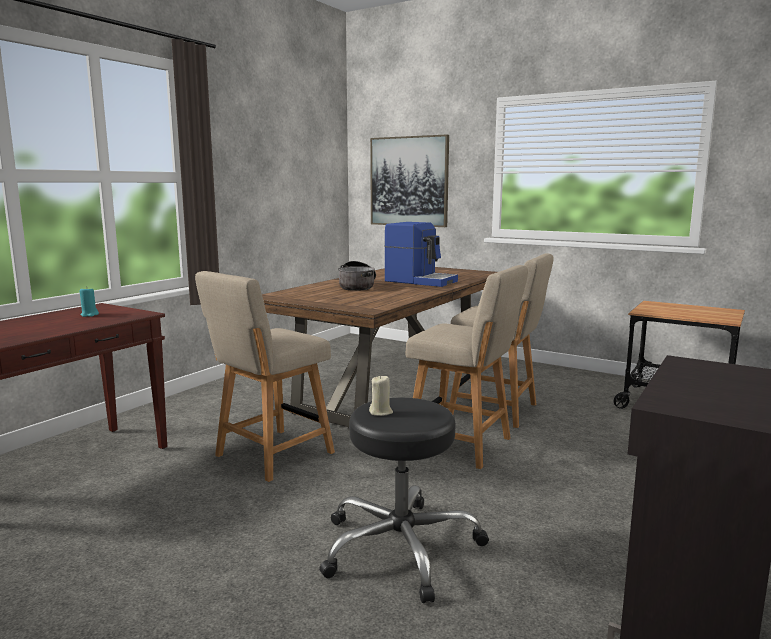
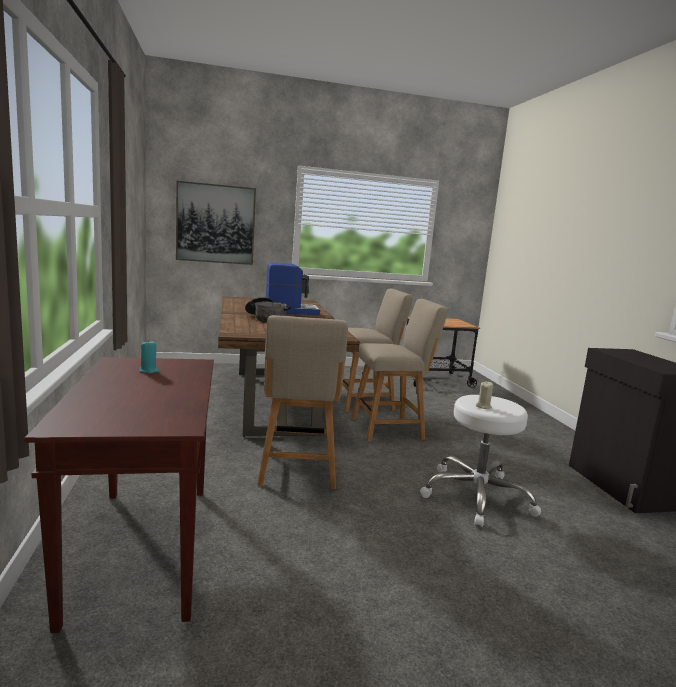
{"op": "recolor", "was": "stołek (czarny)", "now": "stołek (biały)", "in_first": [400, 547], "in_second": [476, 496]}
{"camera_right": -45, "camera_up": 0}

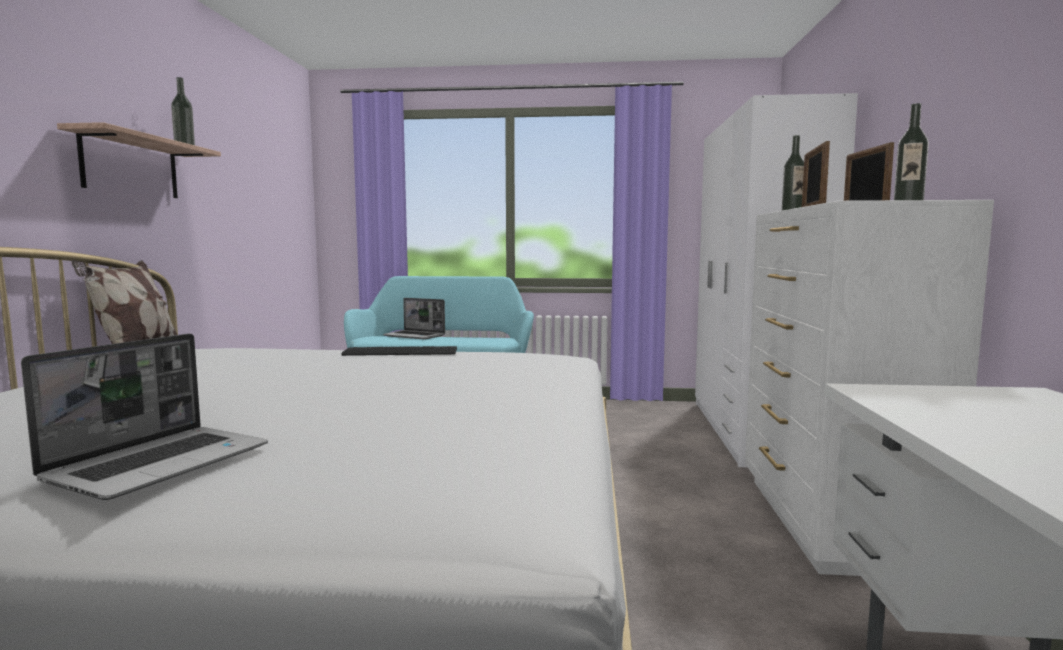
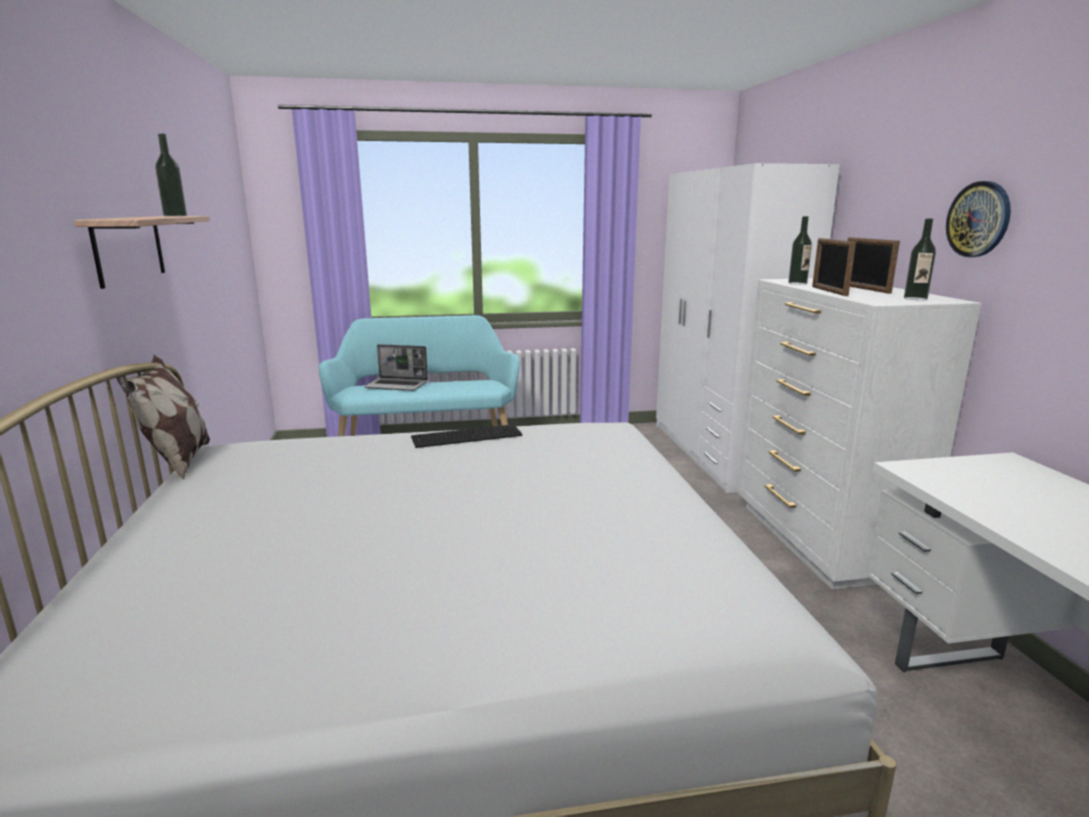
{"op": "delete", "was": "laptop", "in_first": [161, 463]}
{"op": "insert", "now": "zegar ścienny", "in_second": [978, 219]}
{"camera_right": -15, "camera_up": 10}

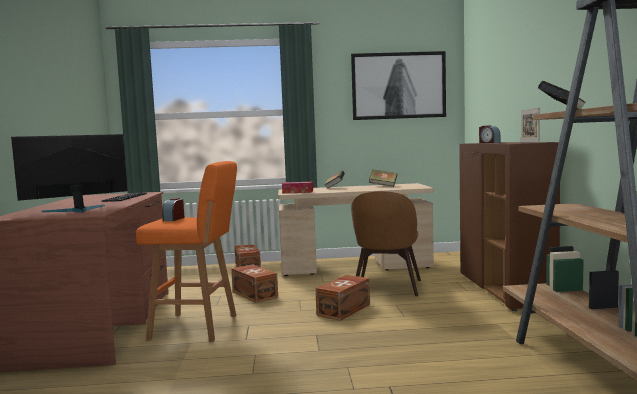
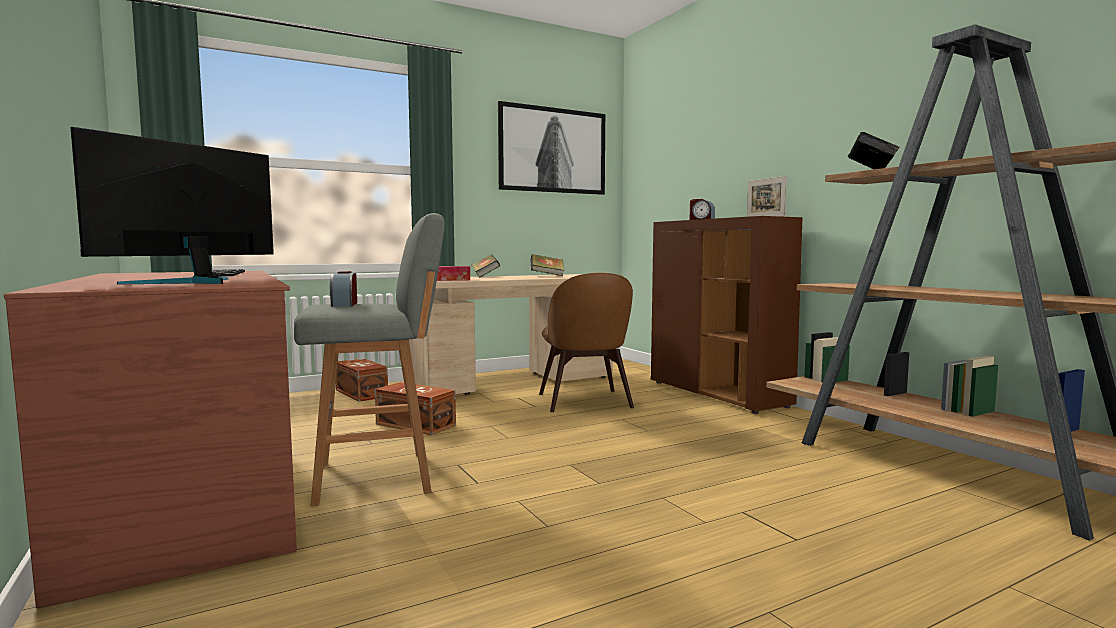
{"op": "recolor", "was": "stołek (pomarańczowy)", "now": "stołek (szary)", "in_first": [197, 327], "in_second": [379, 477]}
{"op": "delete", "was": "pojemnik do przechowywania (brązowy)", "in_first": [345, 309]}
{"camera_right": -25, "camera_up": 0}

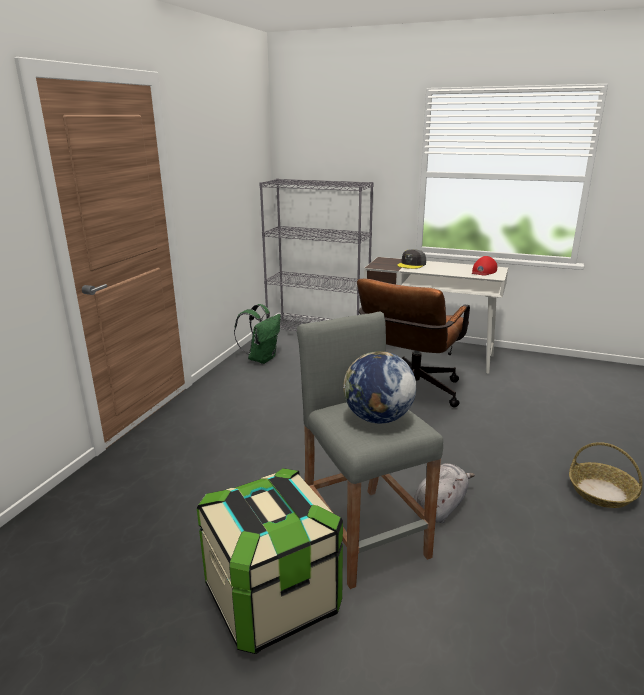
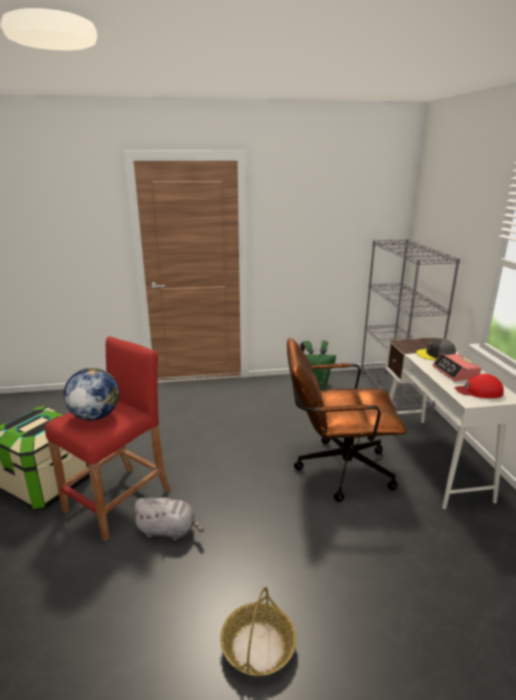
{"op": "recolor", "was": "stołek (szary)", "now": "stołek (czerwony)", "in_first": [363, 534], "in_second": [118, 501]}
{"op": "insert", "now": "budzik", "in_second": [455, 372]}
{"camera_right": 60, "camera_up": 0}

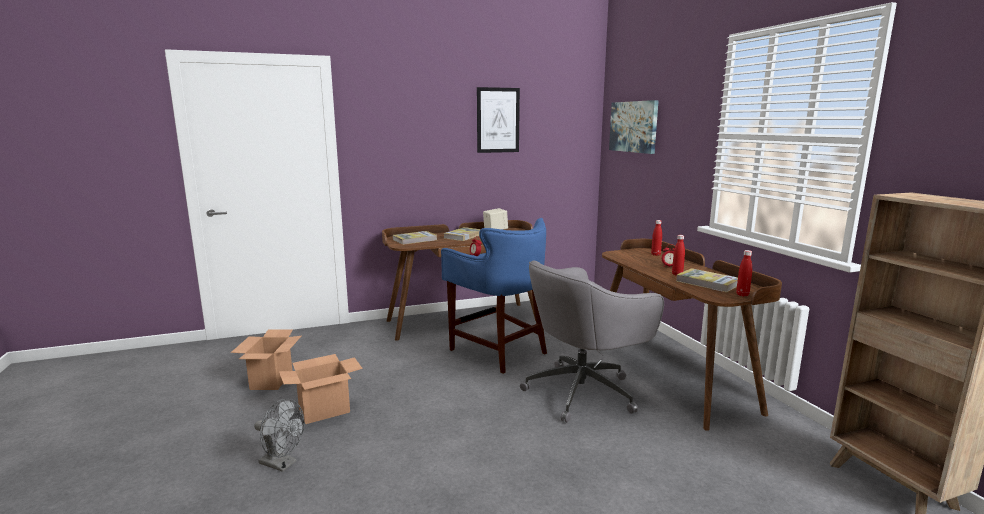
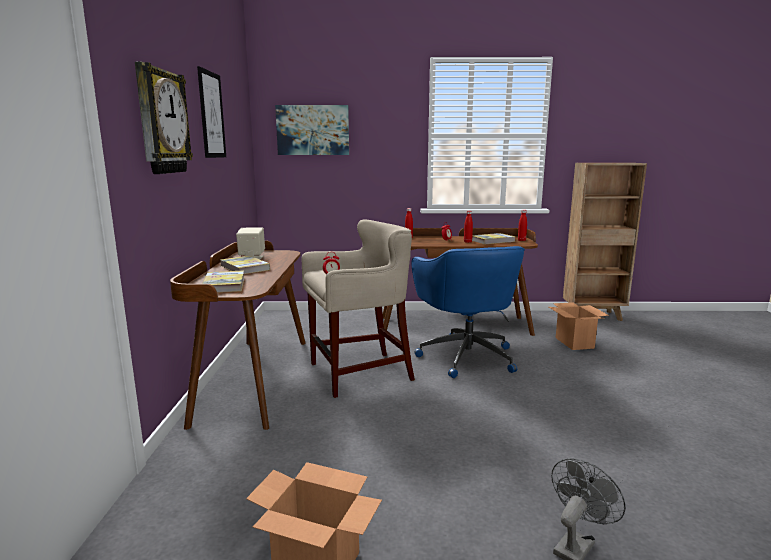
{"op": "recolor", "was": "stołek (niebieski)", "now": "stołek (beżowy)", "in_first": [498, 350], "in_second": [359, 373]}
{"op": "recolor", "was": "krzesło biurowe (szary)", "now": "krzesło biurowe (niebieski)", "in_first": [583, 391], "in_second": [466, 356]}
{"op": "move", "was": "karton", "in_first": [325, 410], "in_second": [574, 343]}
{"op": "insert", "now": "zegar ścienny", "in_second": [161, 122]}
{"camera_right": -70, "camera_up": 0}

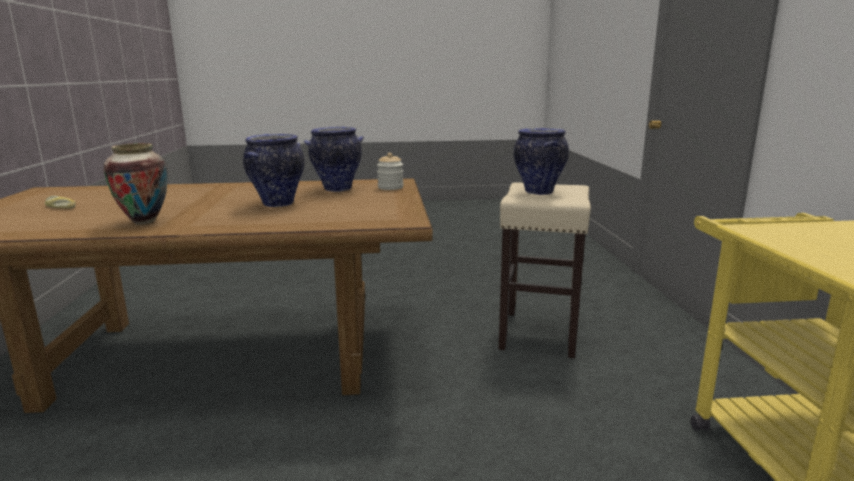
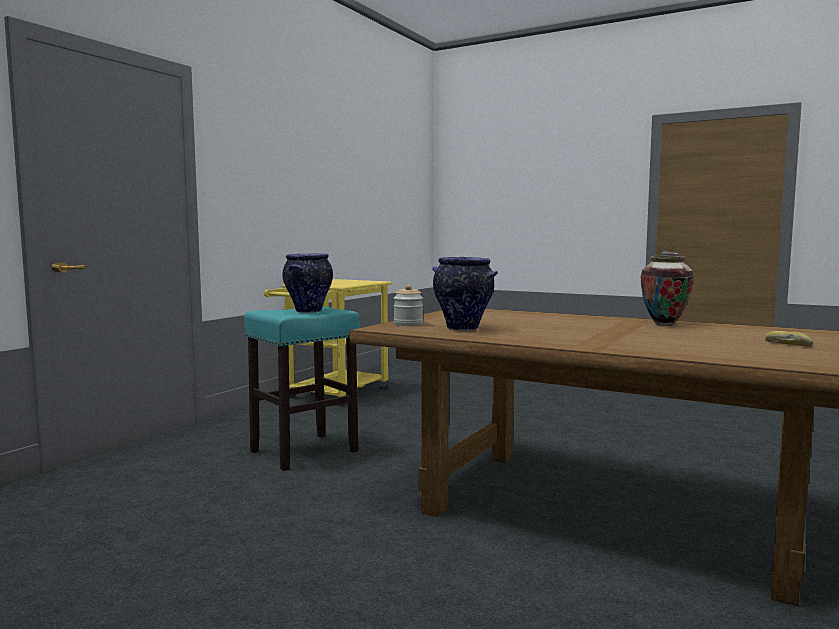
{"op": "delete", "was": "wazon", "in_first": [277, 204]}
{"op": "recolor", "was": "stołek (beżowy)", "now": "stołek (turkusowy)", "in_first": [539, 334], "in_second": [305, 451]}
{"camera_right": -145, "camera_up": -10}

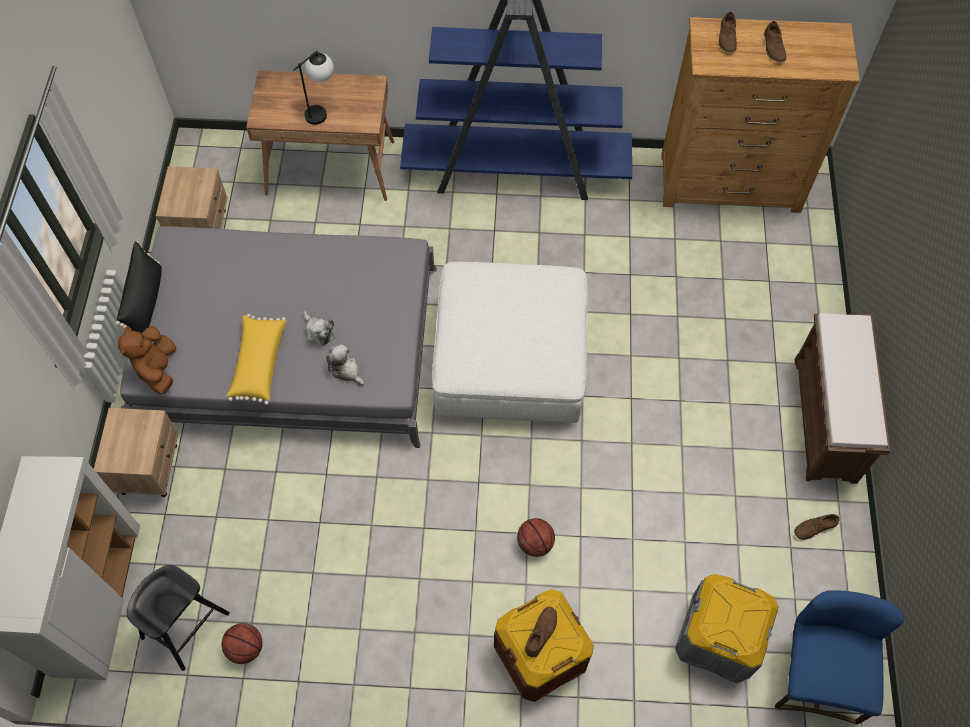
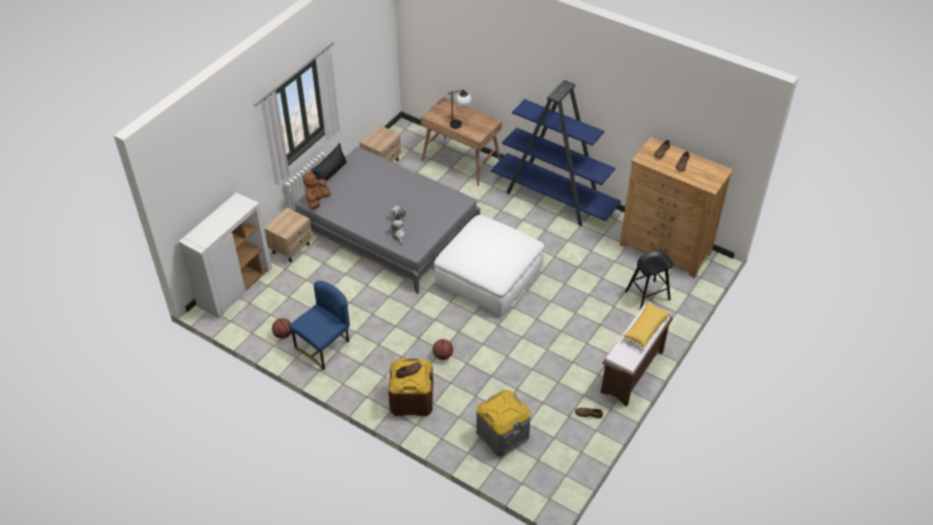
{"op": "move", "was": "poduszka (żółty)", "in_first": [258, 363], "in_second": [645, 329]}
{"op": "move", "was": "stołek (czarny)", "in_first": [185, 626], "in_second": [647, 295]}
{"op": "move", "was": "krzesło (niebieski)", "in_first": [818, 674], "in_second": [324, 346]}
{"camera_right": 30, "camera_up": -15}

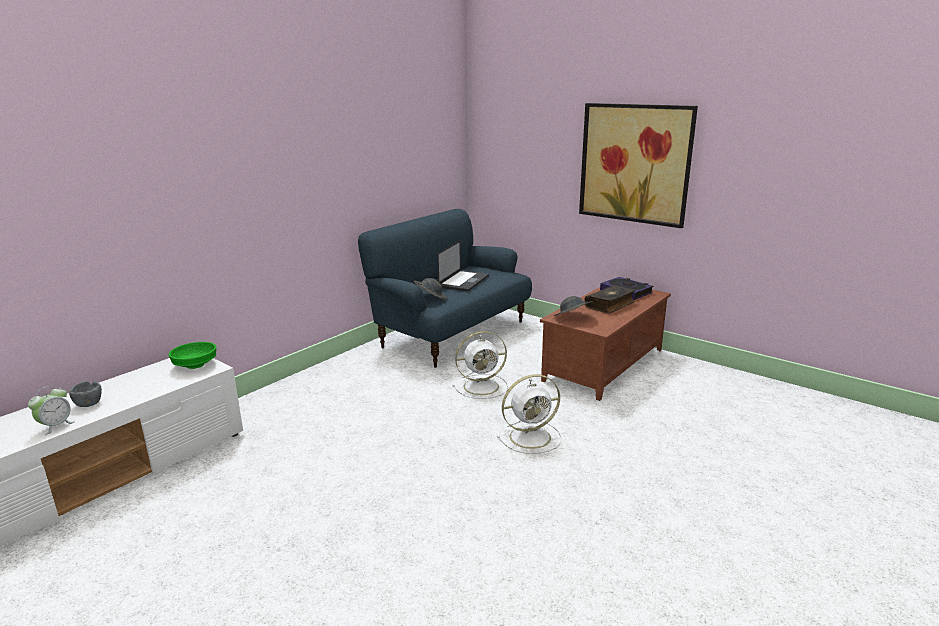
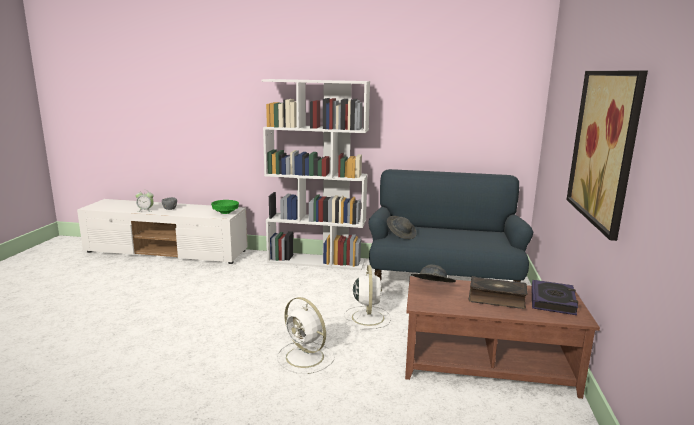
{"op": "delete", "was": "laptop", "in_first": [464, 282]}
{"op": "rotate", "was": "wentylator (biały)", "in_first": [482, 386], "in_second": [367, 317], "clockwise": -135}
{"op": "insert", "now": "regał (biały)", "in_second": [317, 261]}
{"camera_right": 60, "camera_up": -5}

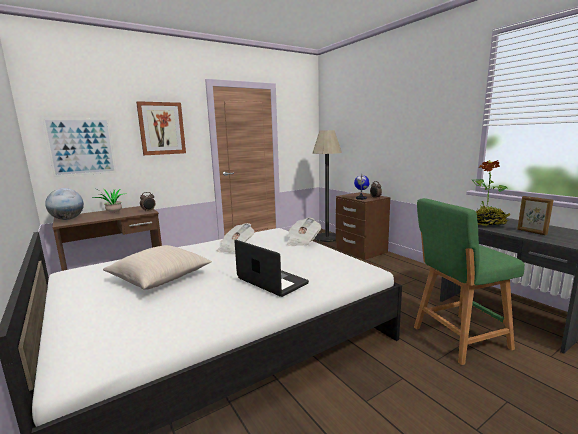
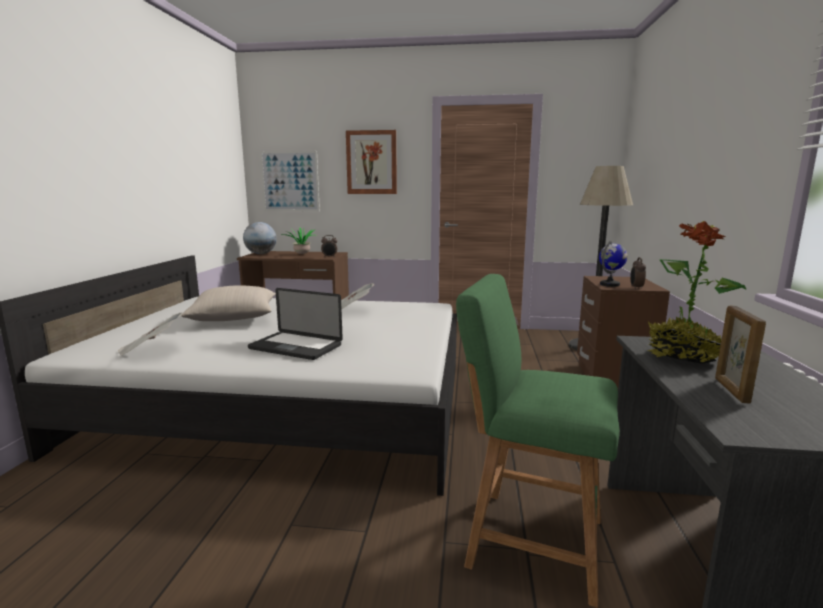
{"op": "move", "was": "gazeta", "in_first": [302, 241], "in_second": [150, 350]}
{"op": "rotate", "was": "laptop", "in_first": [272, 281], "in_second": [295, 347], "clockwise": 120}
{"camera_right": 40, "camera_up": 0}

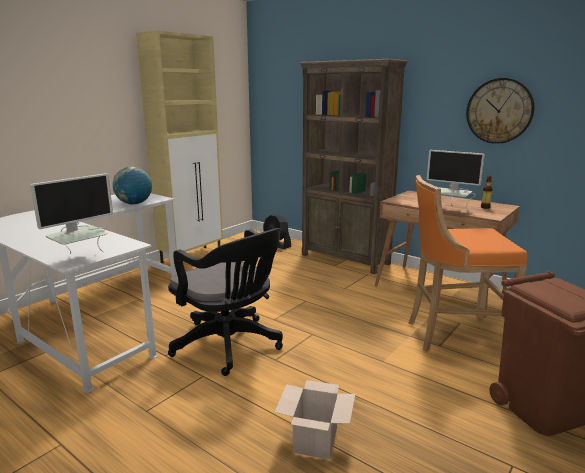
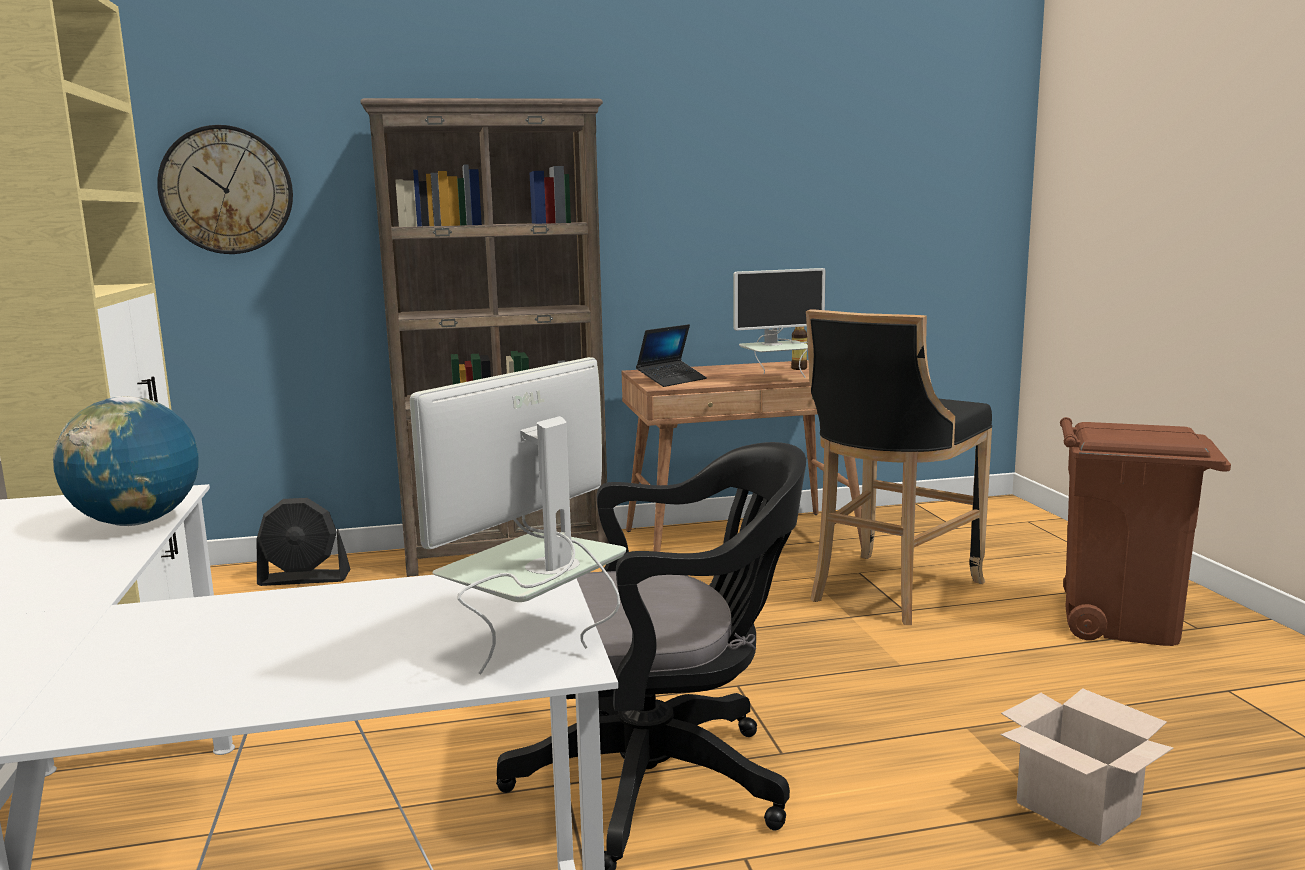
{"op": "move", "was": "zegar ścienny", "in_first": [499, 111], "in_second": [227, 190]}
{"op": "rotate", "was": "monitor", "in_first": [81, 258], "in_second": [537, 645], "clockwise": -135}
{"op": "recolor", "was": "stołek (pomarańczowy)", "now": "stołek (czarny)", "in_first": [452, 336], "in_second": [888, 592]}
{"op": "insert", "now": "laptop", "in_second": [672, 380]}
{"camera_right": -50, "camera_up": -5}

